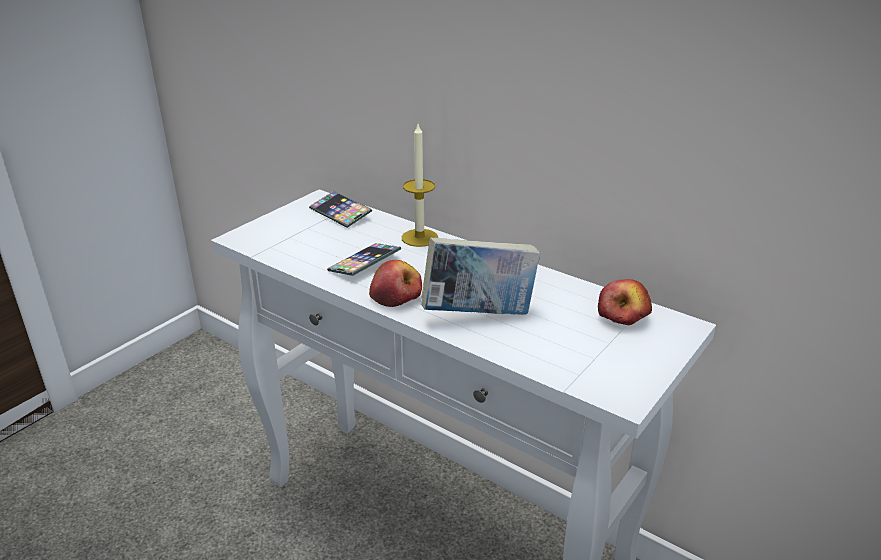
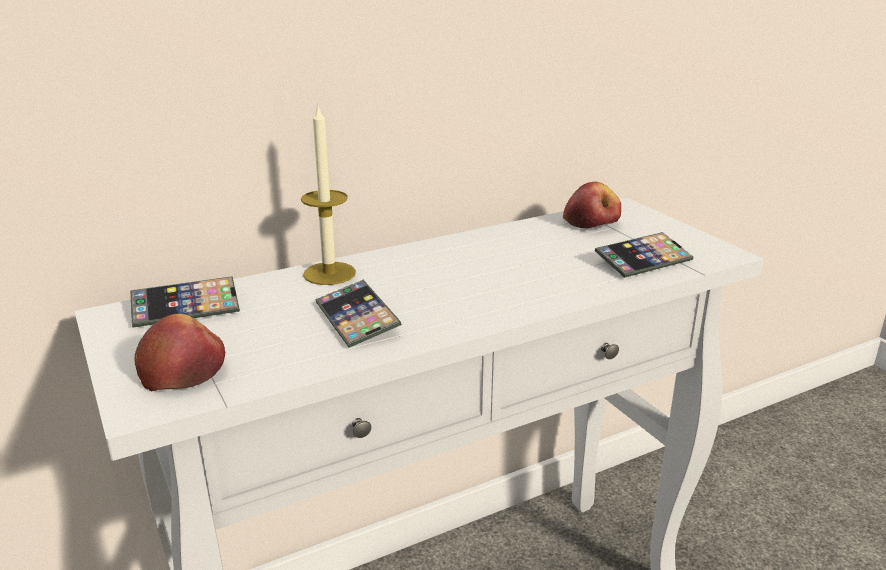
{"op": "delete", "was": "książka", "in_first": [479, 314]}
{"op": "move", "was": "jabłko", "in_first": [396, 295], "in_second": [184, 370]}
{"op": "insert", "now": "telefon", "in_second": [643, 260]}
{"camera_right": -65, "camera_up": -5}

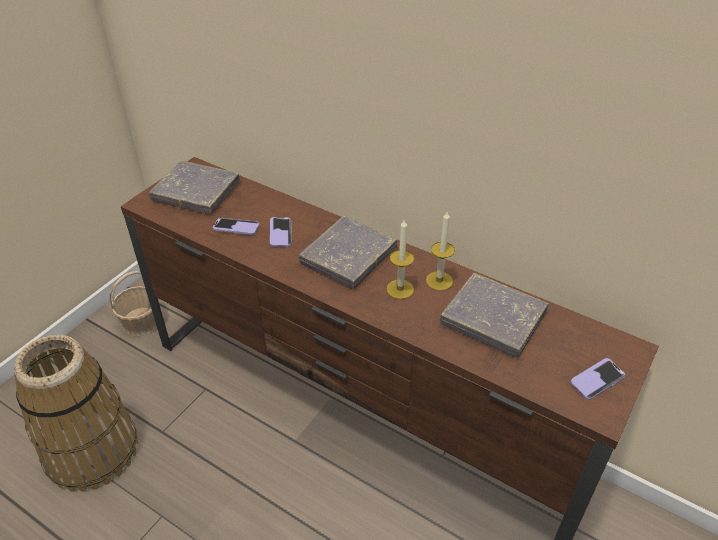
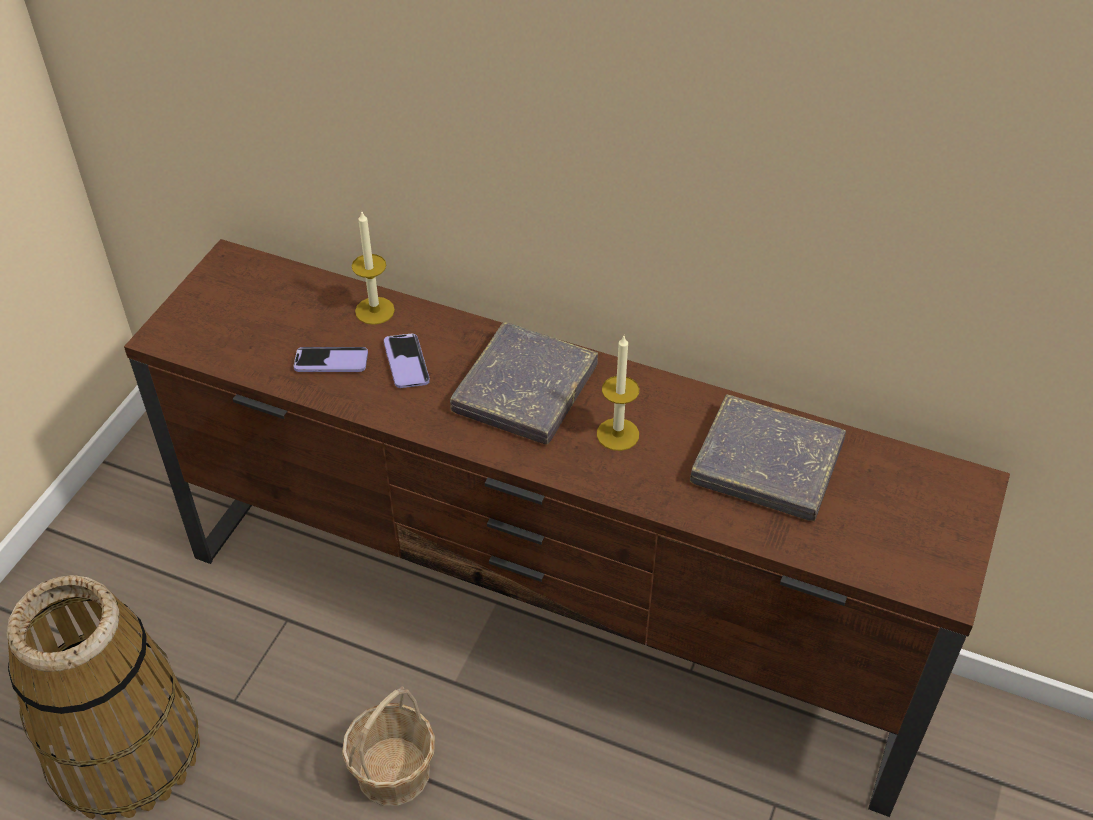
{"op": "delete", "was": "książka (szary)", "in_first": [196, 192]}
{"op": "move", "was": "świeca", "in_first": [439, 281], "in_second": [374, 310]}
{"op": "move", "was": "koszyk", "in_first": [141, 322], "in_second": [394, 771]}
{"op": "delete", "was": "telefon", "in_first": [597, 380]}
{"camera_right": -10, "camera_up": 5}

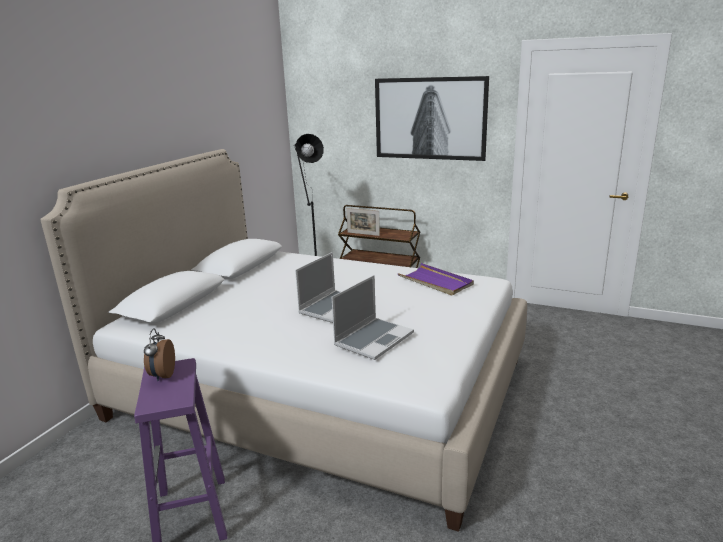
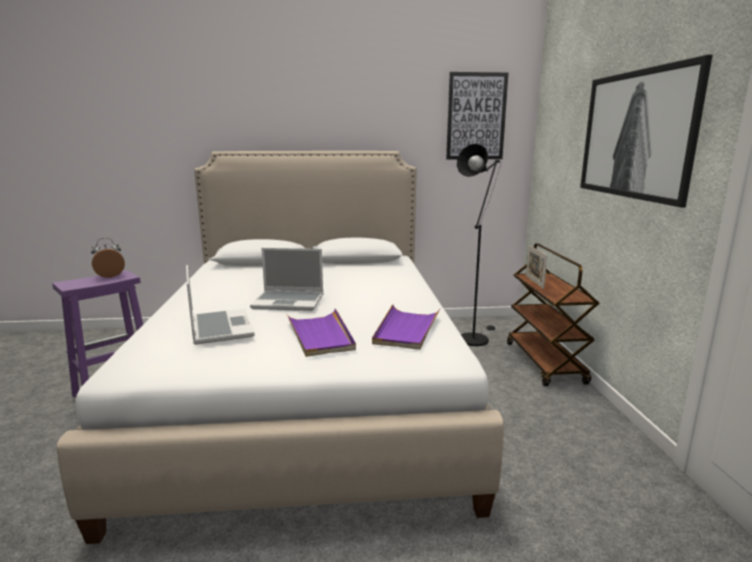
{"op": "rotate", "was": "laptop", "in_first": [373, 339], "in_second": [219, 328], "clockwise": -120}
{"op": "insert", "now": "obraz", "in_second": [476, 116]}
{"op": "insert", "now": "taca (fioletowy)", "in_second": [320, 335]}
{"camera_right": 60, "camera_up": -5}

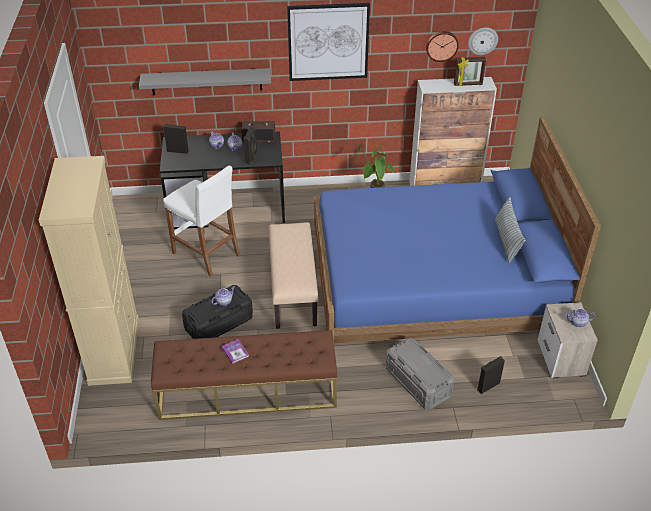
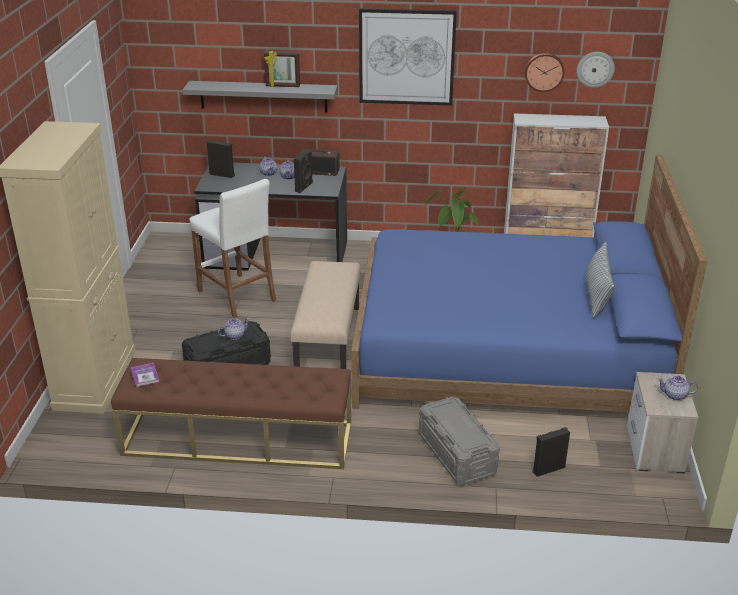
{"op": "move", "was": "ramka na zdjęcie", "in_first": [468, 84], "in_second": [282, 86]}
{"op": "move", "was": "książka", "in_first": [235, 352], "in_second": [144, 376]}
{"camera_right": 10, "camera_up": -10}

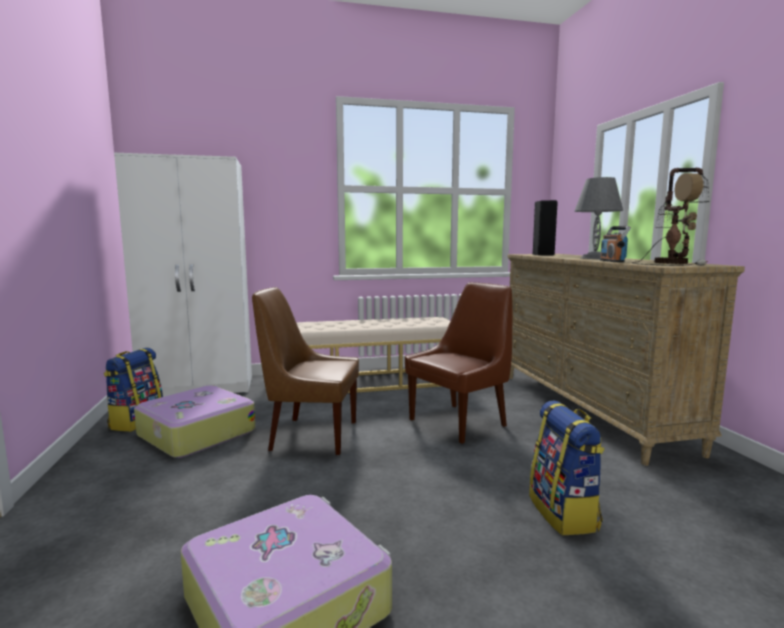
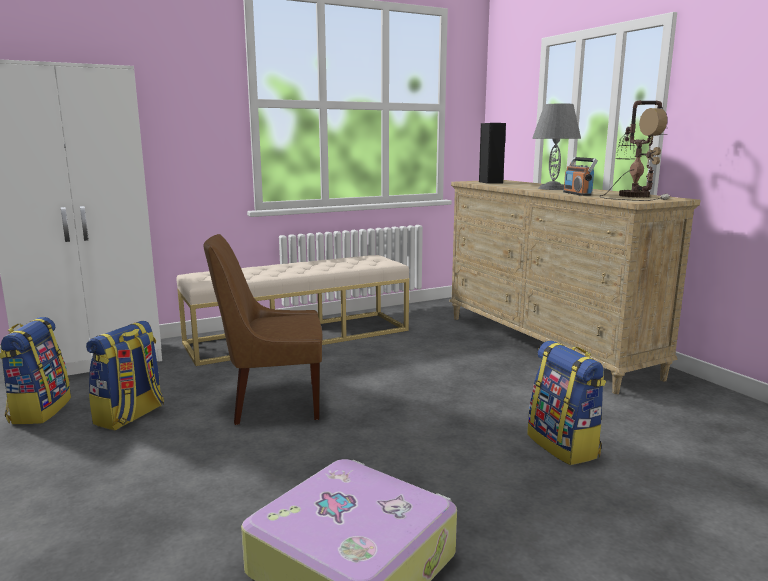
{"op": "delete", "was": "krzesło (brązowy)", "in_first": [460, 422]}
{"op": "replace", "was": "walizka", "now": "plecak", "in_first": [195, 433], "in_second": [130, 416]}
{"camera_right": -15, "camera_up": 5}

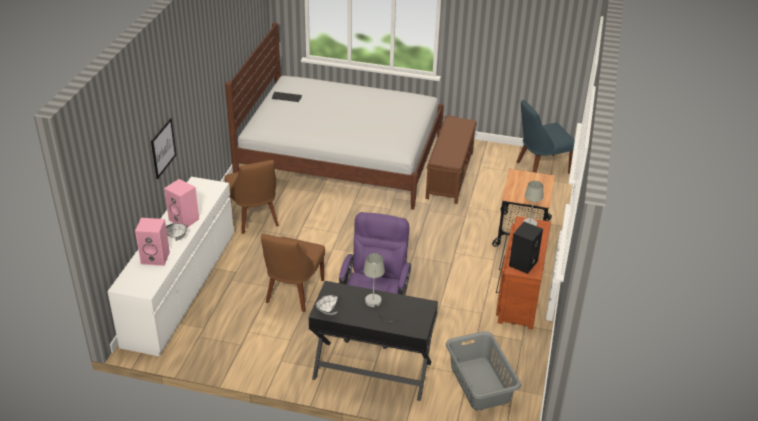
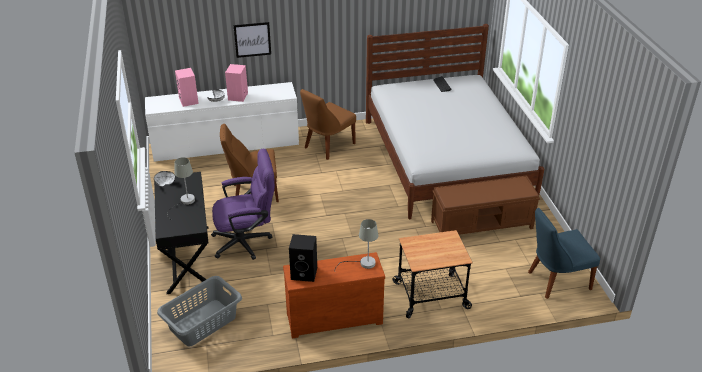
{"op": "rotate", "was": "krzesło (niebieski)", "in_first": [540, 168], "in_second": [556, 281], "clockwise": -60}
{"camera_right": 65, "camera_up": 0}

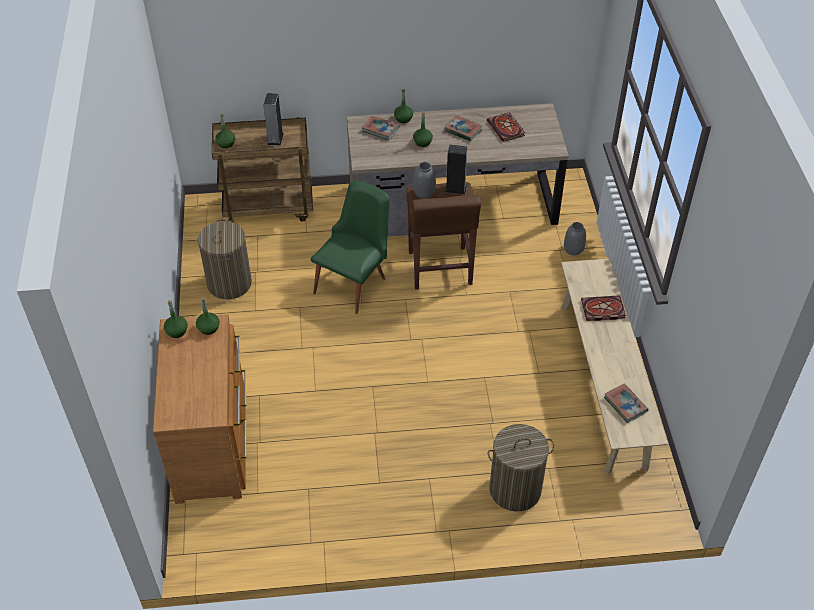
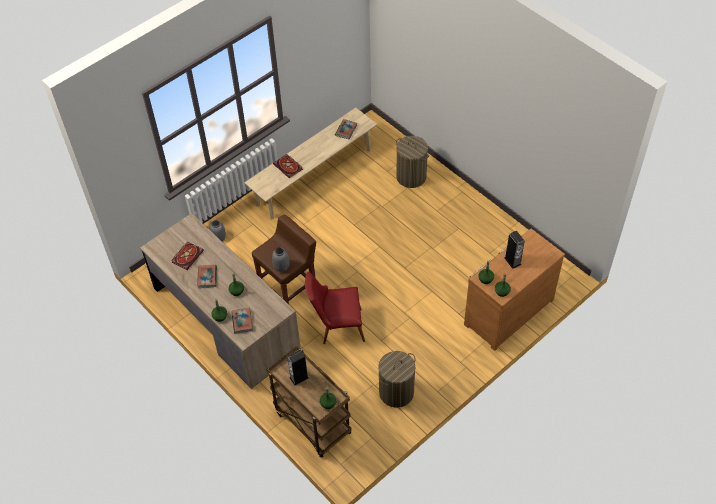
{"op": "move", "was": "głośnik", "in_first": [455, 188], "in_second": [512, 261]}
{"op": "recolor", "was": "krzesło (zielony)", "now": "krzesło (czerwony)", "in_first": [355, 282], "in_second": [336, 326]}
{"camera_right": -125, "camera_up": 5}

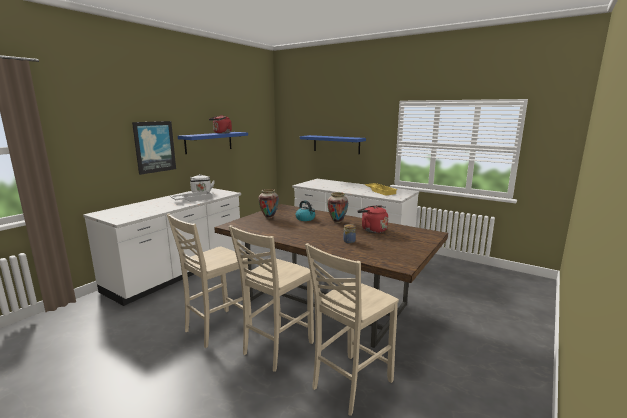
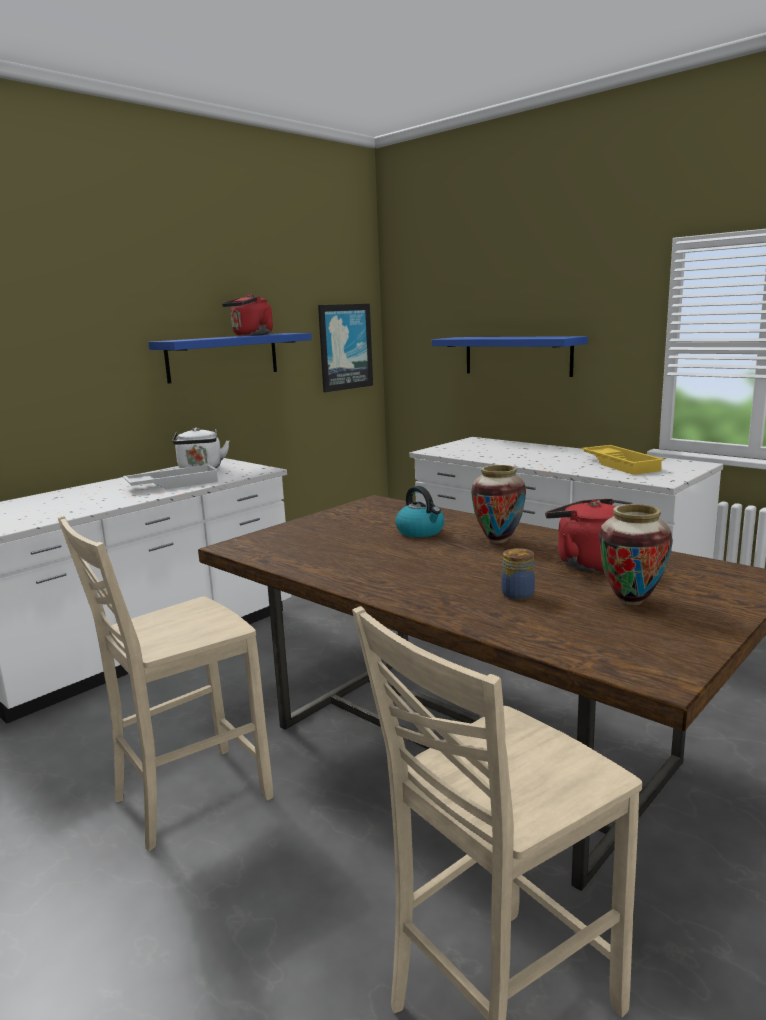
{"op": "move", "was": "obraz", "in_first": [154, 147], "in_second": [345, 347]}
{"op": "move", "was": "wazon", "in_first": [269, 217], "in_second": [631, 601]}
{"op": "delete", "was": "krzesło (beżowy)", "in_first": [276, 348]}
{"camera_right": 10, "camera_up": 0}

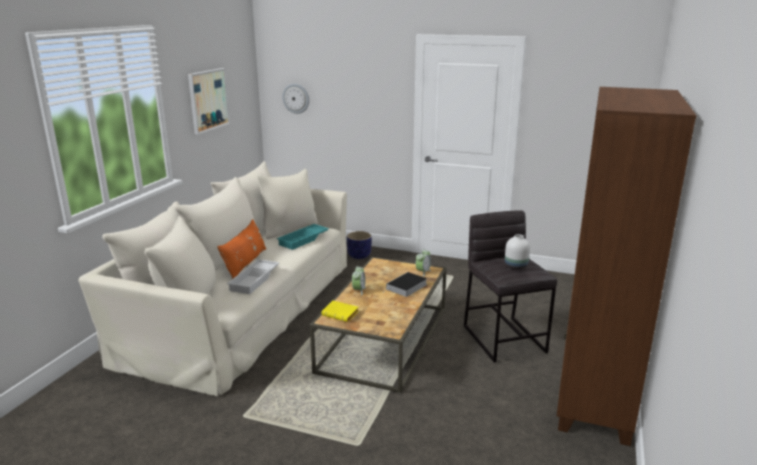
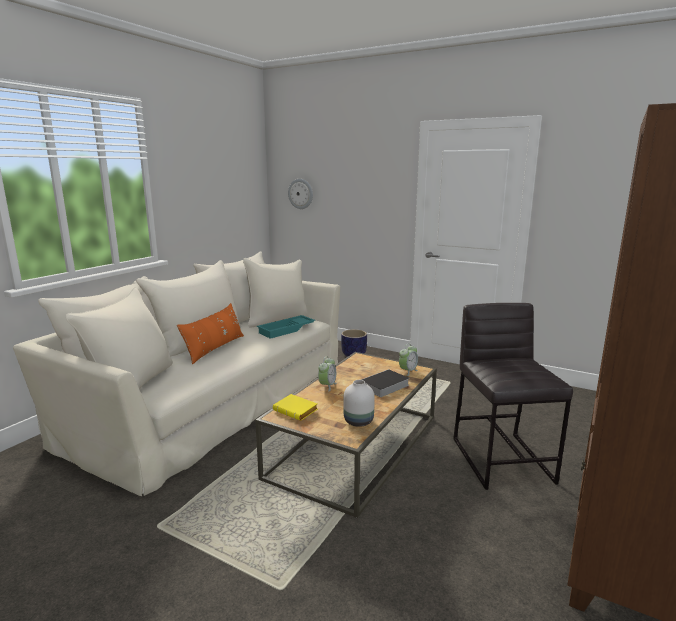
{"op": "delete", "was": "obraz", "in_first": [208, 100]}
{"op": "move", "was": "wazon (biały)", "in_first": [516, 267], "in_second": [358, 422]}
{"op": "delete", "was": "taca (biały)", "in_first": [255, 280]}
{"camera_right": 10, "camera_up": -5}

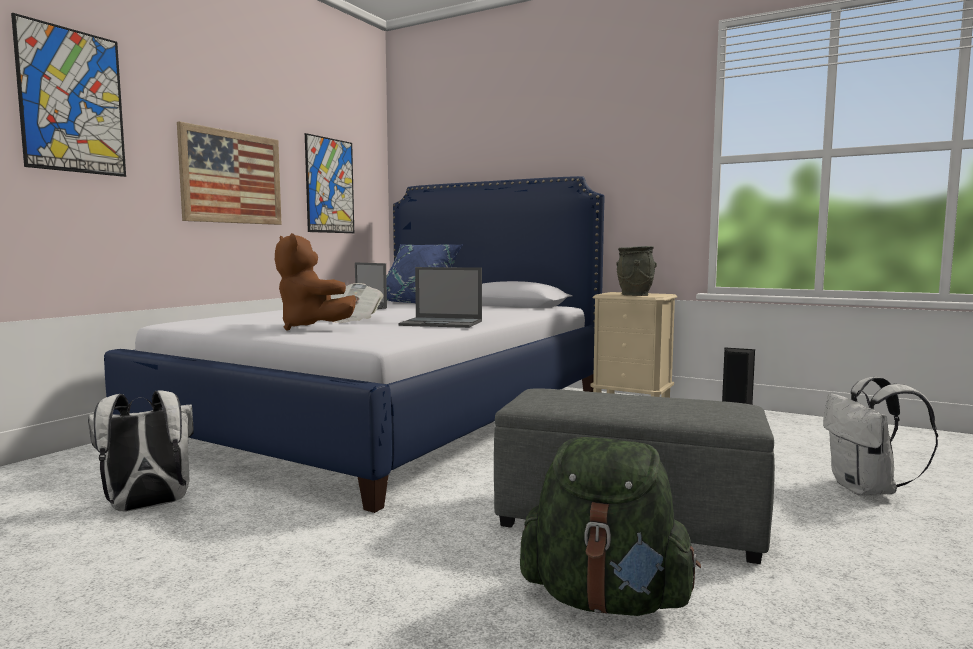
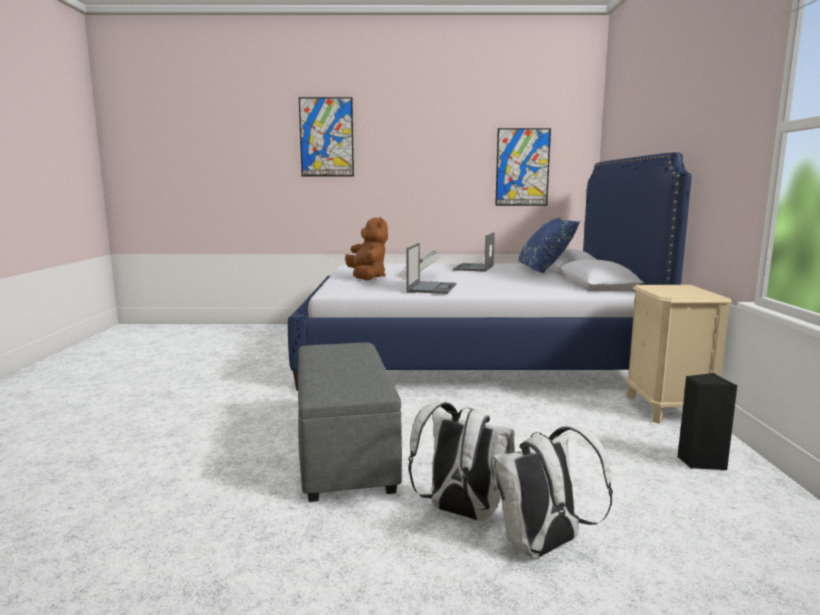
{"op": "delete", "was": "obraz", "in_first": [232, 177]}
{"op": "rotate", "was": "pluszak (brązowy)", "in_first": [311, 328], "in_second": [367, 277], "clockwise": 150}
{"op": "delete", "was": "wazon (szary)", "in_first": [635, 295]}
{"op": "rotate", "was": "laptop", "in_first": [442, 323], "in_second": [432, 288], "clockwise": -150}
{"op": "move", "was": "plecak (biały)", "in_first": [147, 507], "in_second": [460, 512]}
{"op": "delete", "was": "plecak (zielony)", "in_first": [605, 600]}
{"camera_right": 60, "camera_up": 5}

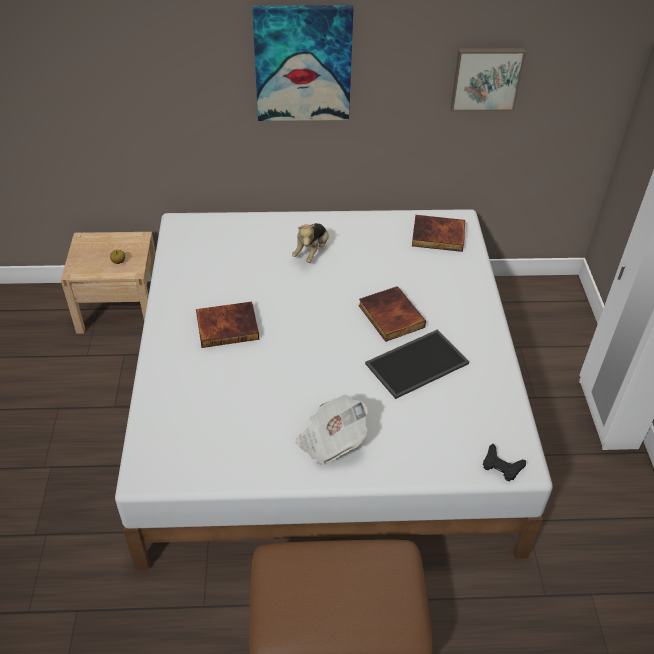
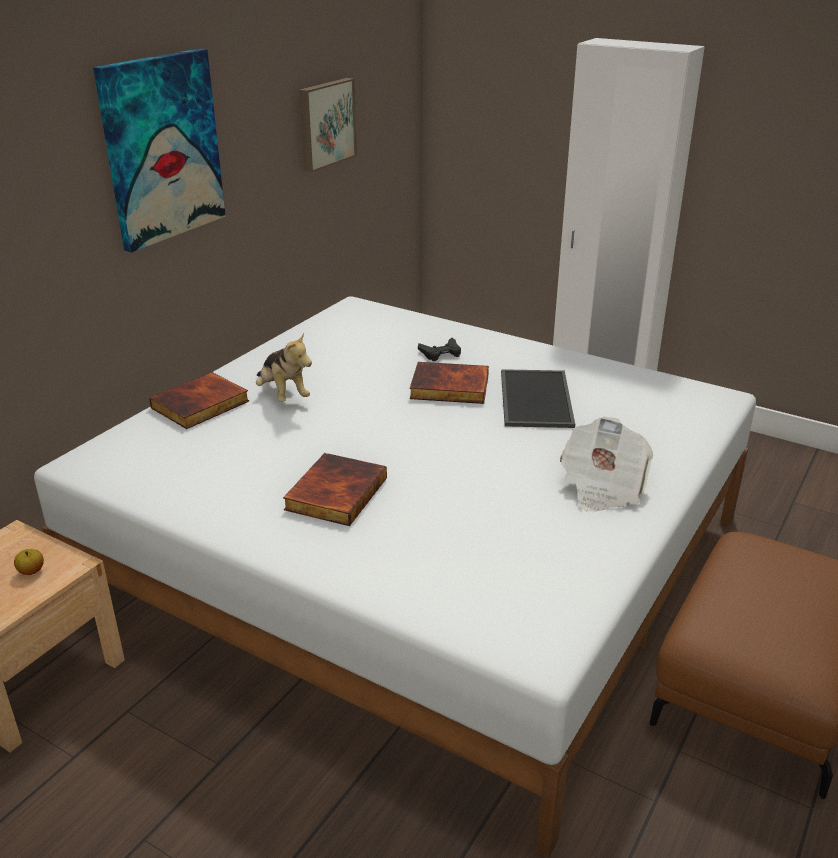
{"op": "move", "was": "książka", "in_first": [437, 236], "in_second": [201, 405]}
{"op": "move", "was": "pad do gier (czarny)", "in_first": [501, 466], "in_second": [441, 353]}
{"camera_right": -55, "camera_up": -15}

